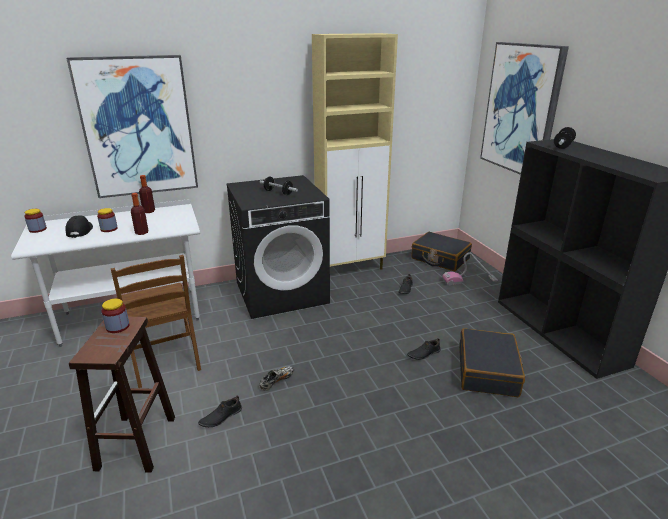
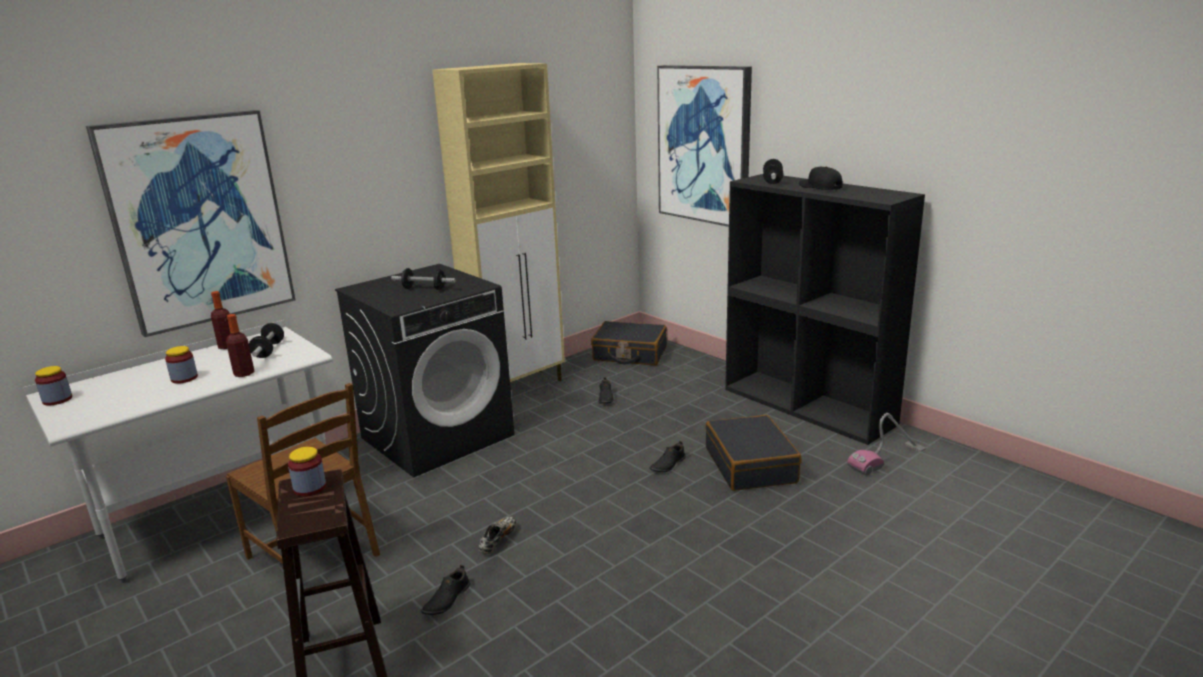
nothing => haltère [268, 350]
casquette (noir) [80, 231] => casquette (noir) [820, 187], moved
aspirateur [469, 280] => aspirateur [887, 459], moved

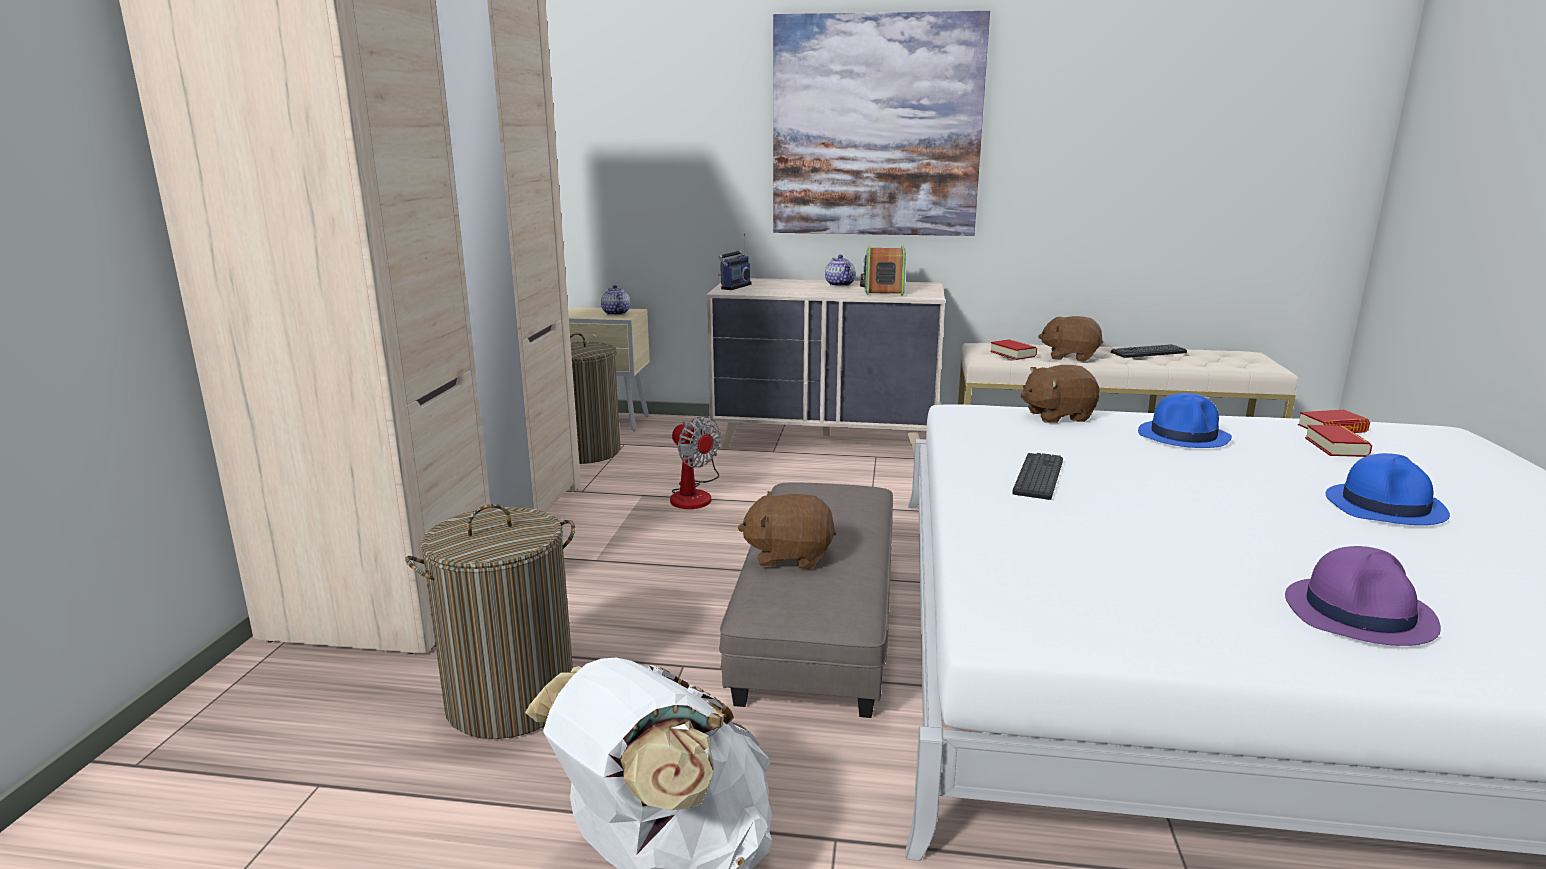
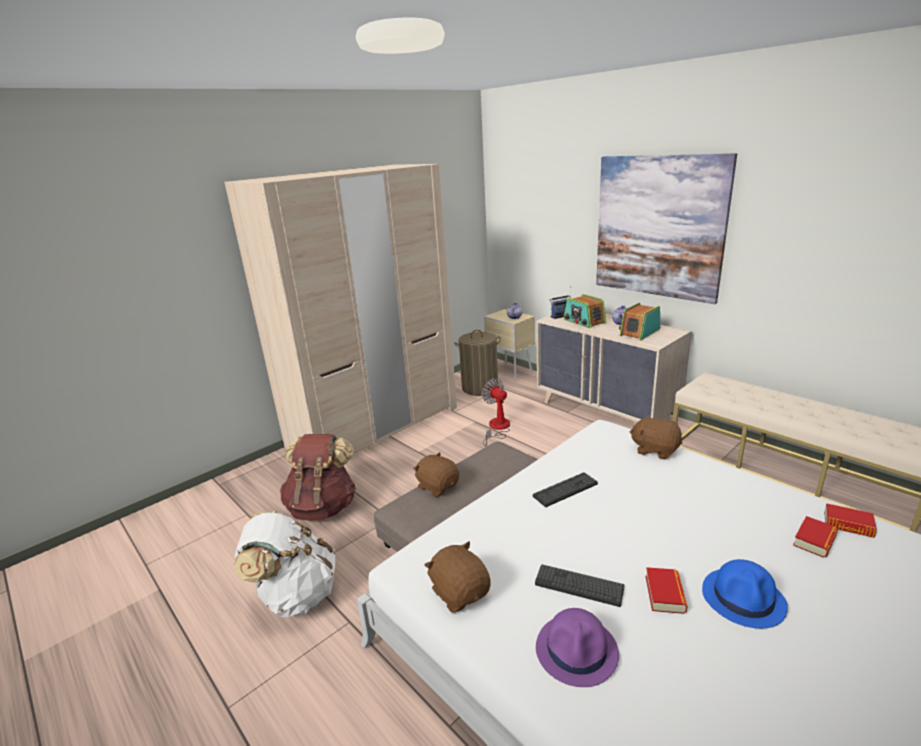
panier à linge [511, 700] => sac à dos (marron) [323, 507]
peluche (marron) [1070, 356] => peluche (marron) [460, 592], moved
ventilateur [694, 494] => ventilateur [497, 428], 150 degrees clockwise
clavier [1148, 352] => clavier [579, 585], moved
nothing => radio [584, 322]
livre [1013, 354] => livre [665, 594], moved
chapeau (bleu) [1184, 436] => nothing

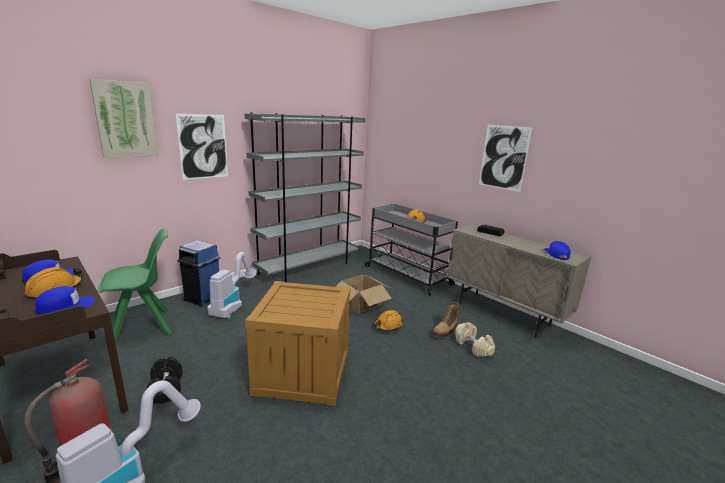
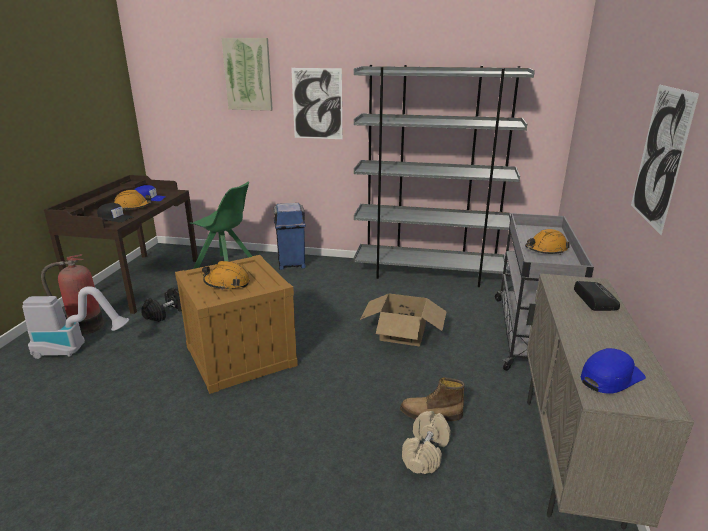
casquette (bleu) [66, 306] => casquette (noir) [115, 218]
casque de chantier (orange) [388, 325] => casque de chantier (orange) [227, 283], moved
aspirateur [232, 305] => nothing

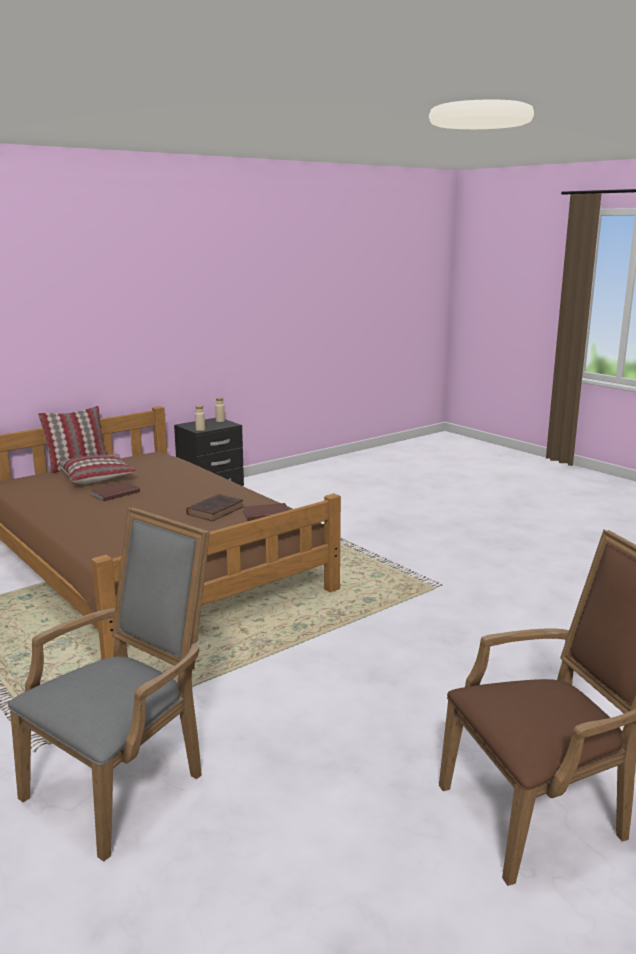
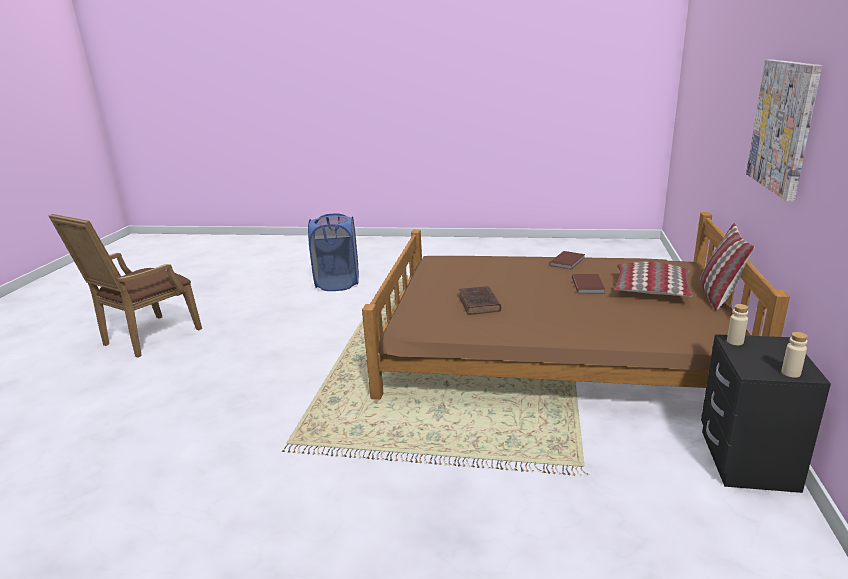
fauteuil (gris) [125, 783] => panier à linge (bleu) [337, 283]
livre (marron) [265, 514] => livre (marron) [568, 261], moved
nothing => tableau [783, 126]

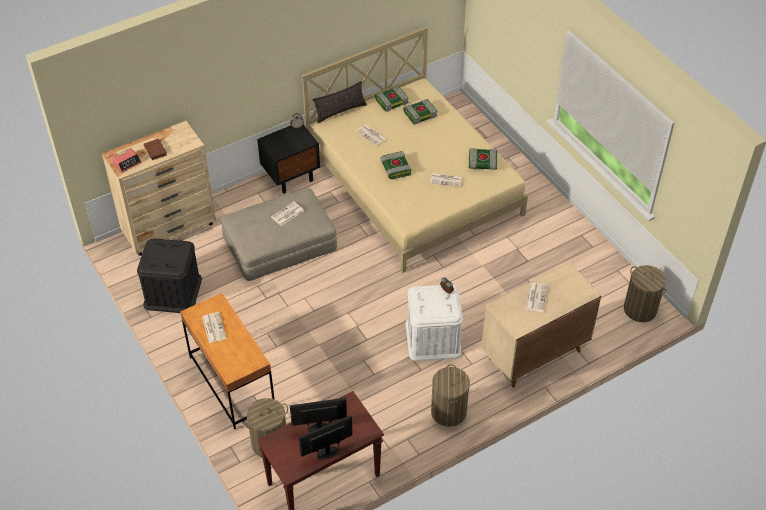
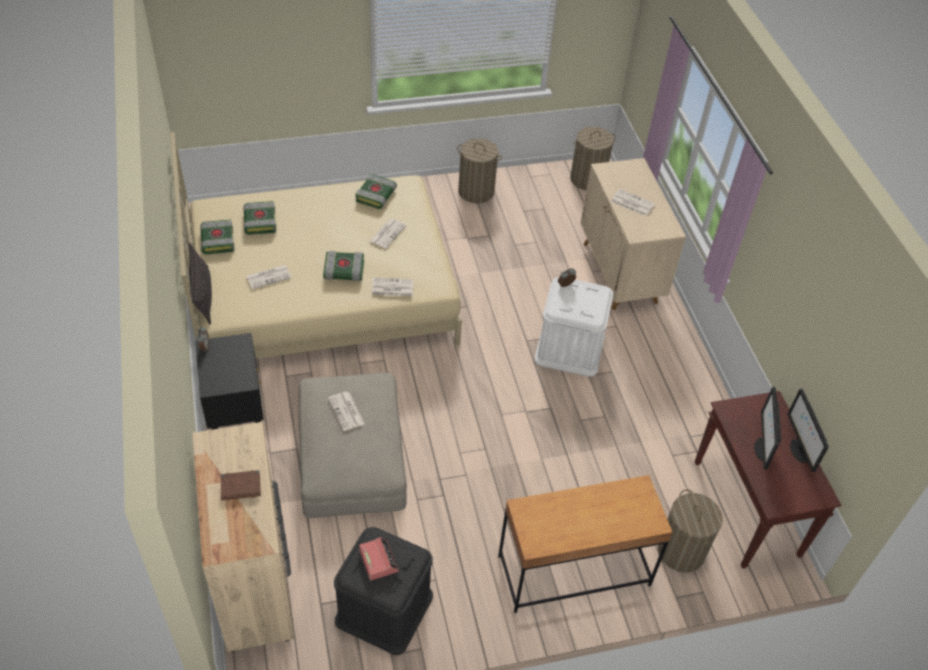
réveil [127, 162] => réveil [378, 560], moved
journal [213, 327] => journal [392, 287], moved
panier à linge [448, 412] => panier à linge [476, 191], moved

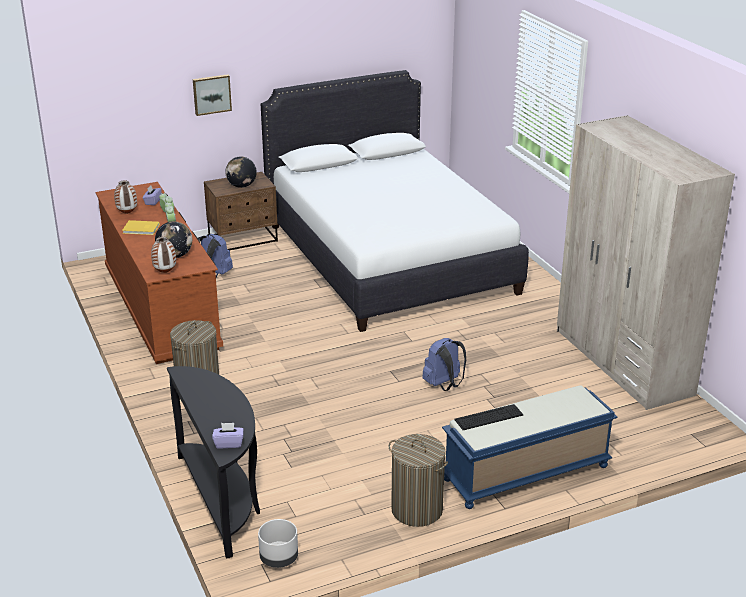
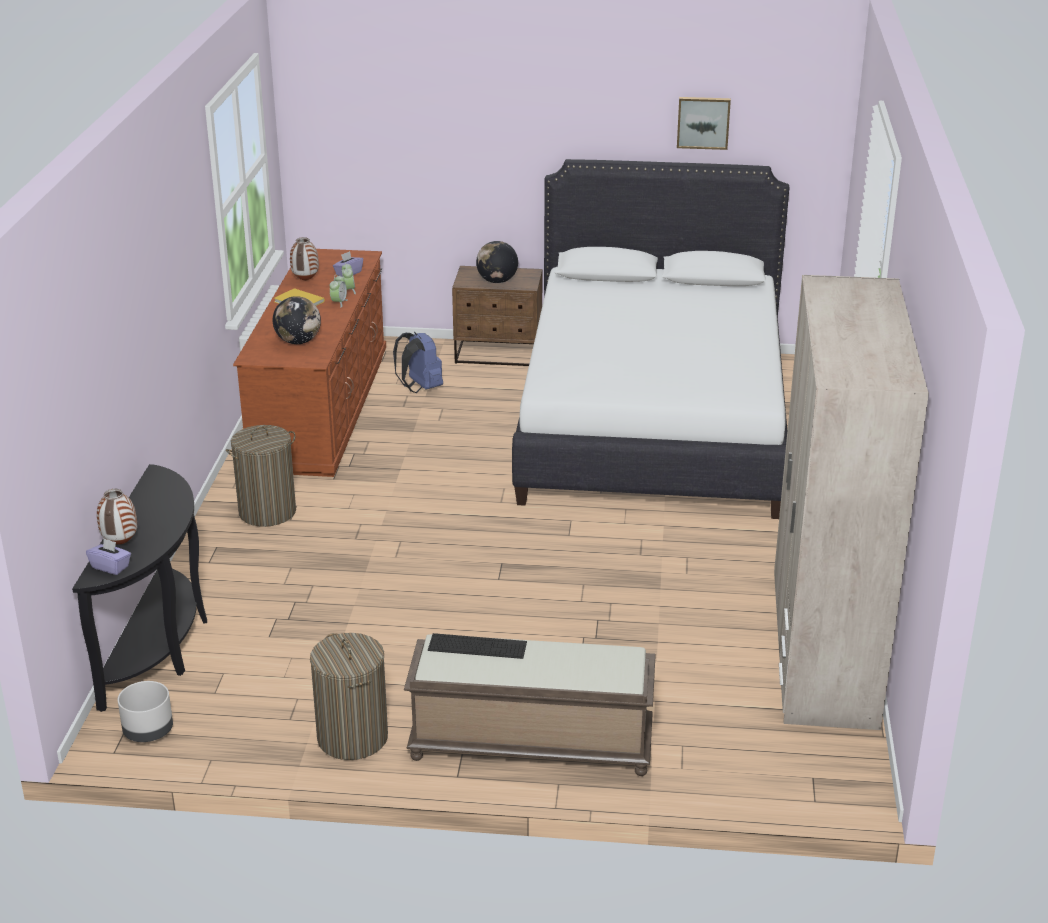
vase [165, 272] => vase [120, 543], moved
banc (bleu) [525, 473] => banc (marron) [529, 745]
tableau [211, 94] => tableau [703, 122], moved
sac à dos (bleu) [444, 385] => nothing

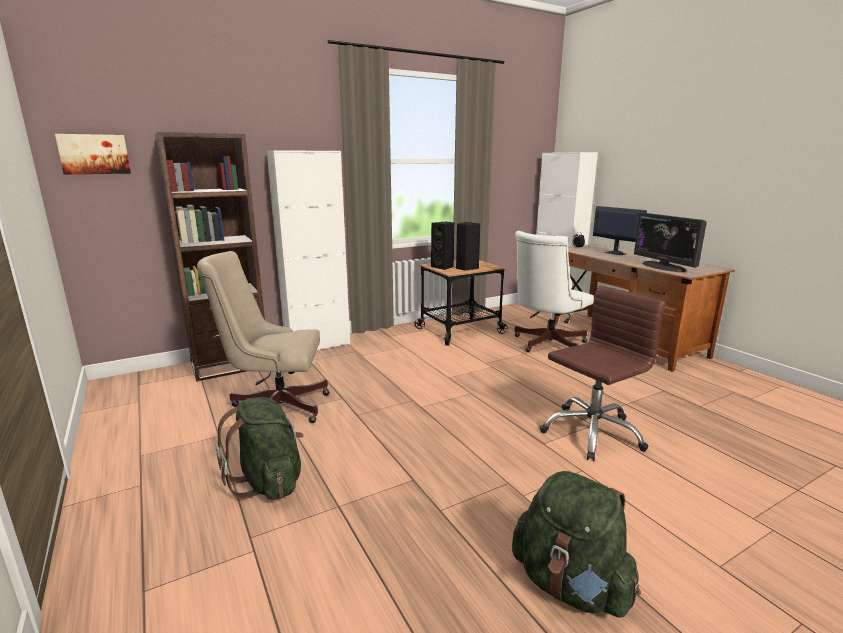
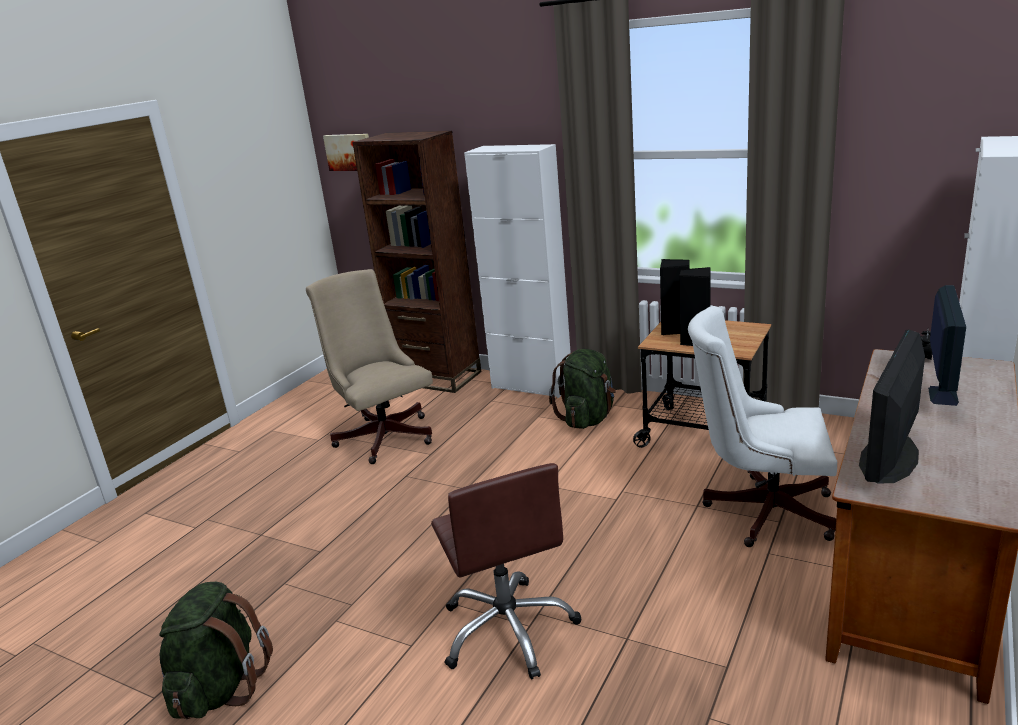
chaise de bureau (marron) [591, 432] => chaise de bureau (marron) [508, 629], 45 degrees clockwise
sac à dos (vert) [269, 482] => sac à dos (vert) [587, 419], moved

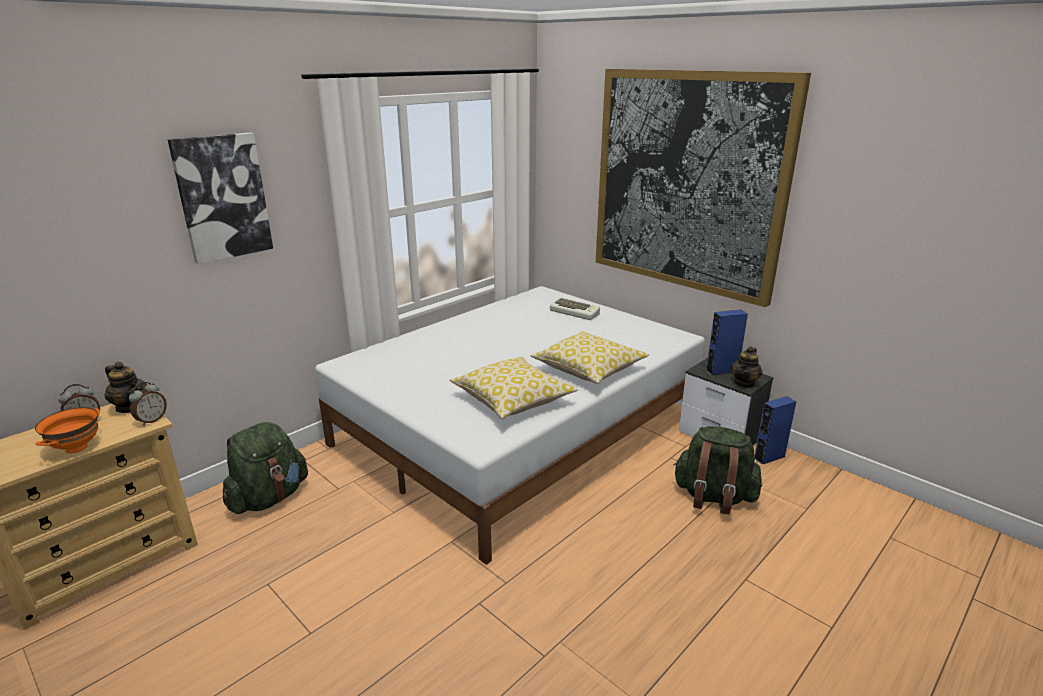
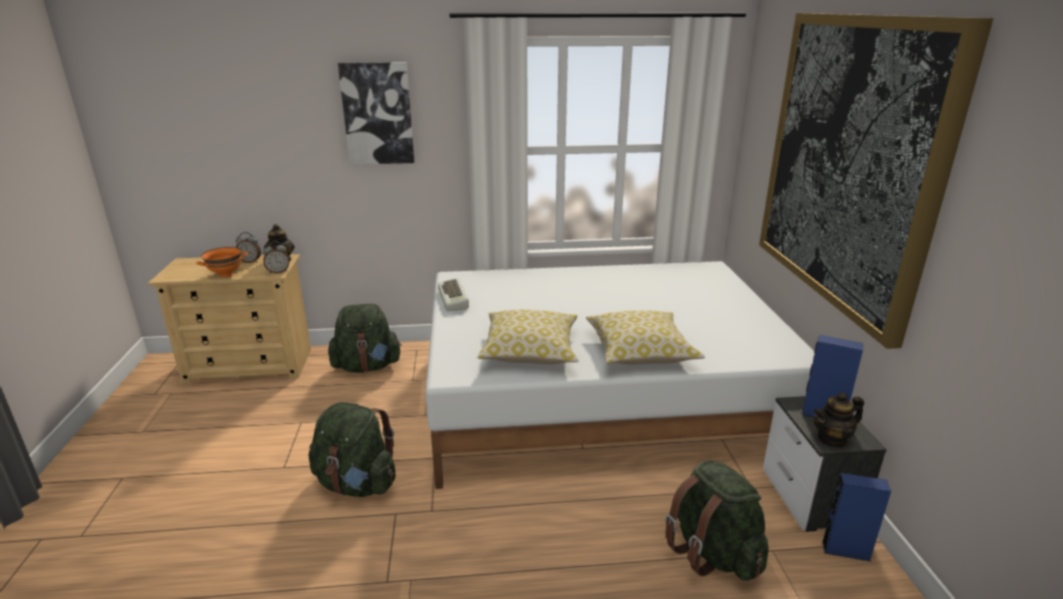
nothing => sac à dos (vert) [357, 484]
clavier [575, 312] => clavier [454, 299], moved

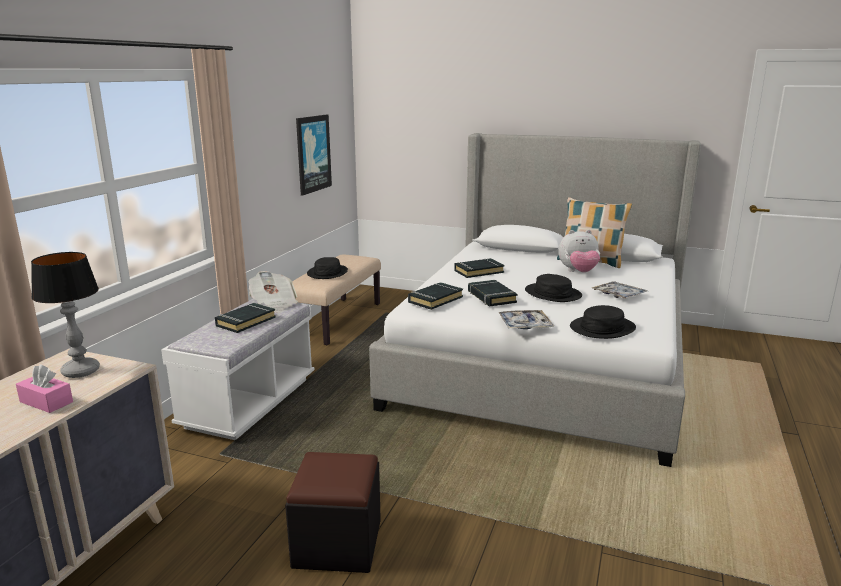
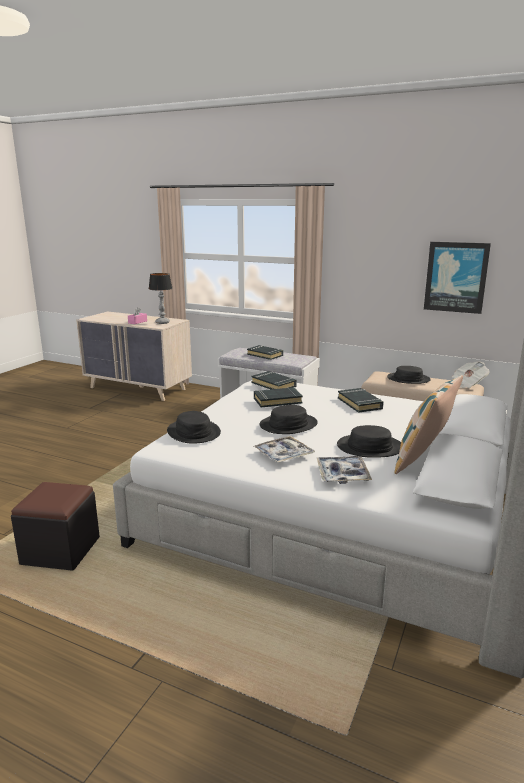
pouf (noir) [337, 543] => pouf (noir) [61, 550], moved
plateau [525, 325] => plateau [342, 474], moved
peluche [578, 272] => chapeau (noir) [370, 447]
journal [274, 304] => journal [466, 384], moved

